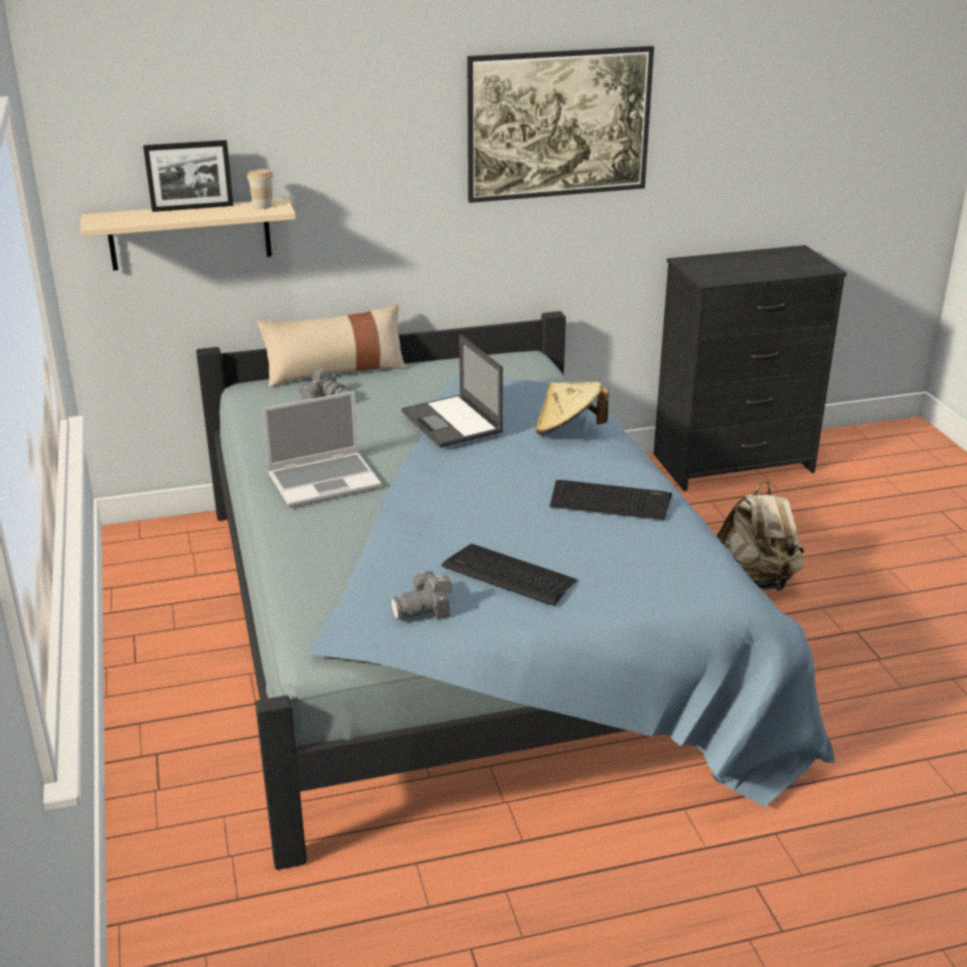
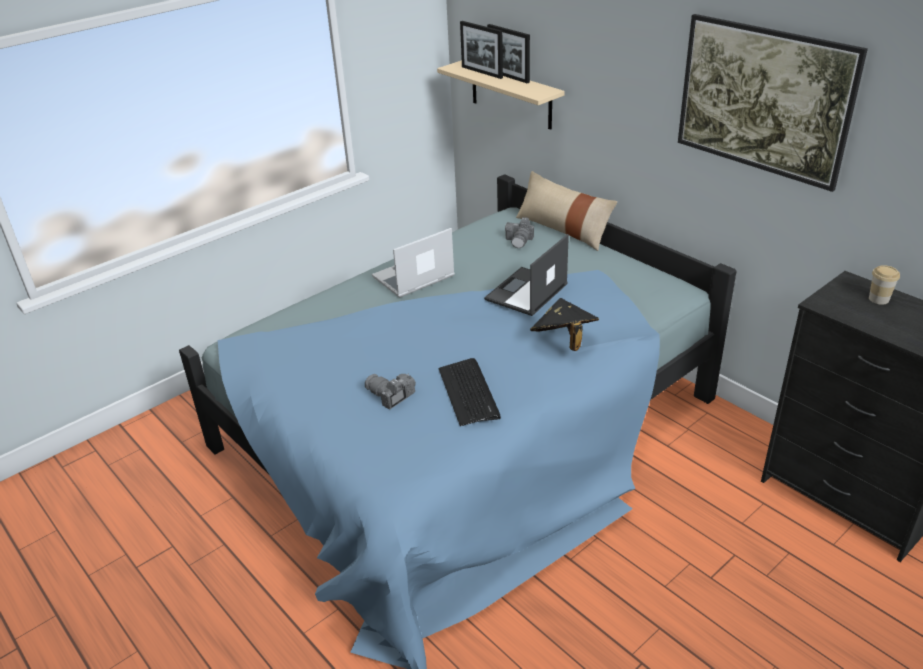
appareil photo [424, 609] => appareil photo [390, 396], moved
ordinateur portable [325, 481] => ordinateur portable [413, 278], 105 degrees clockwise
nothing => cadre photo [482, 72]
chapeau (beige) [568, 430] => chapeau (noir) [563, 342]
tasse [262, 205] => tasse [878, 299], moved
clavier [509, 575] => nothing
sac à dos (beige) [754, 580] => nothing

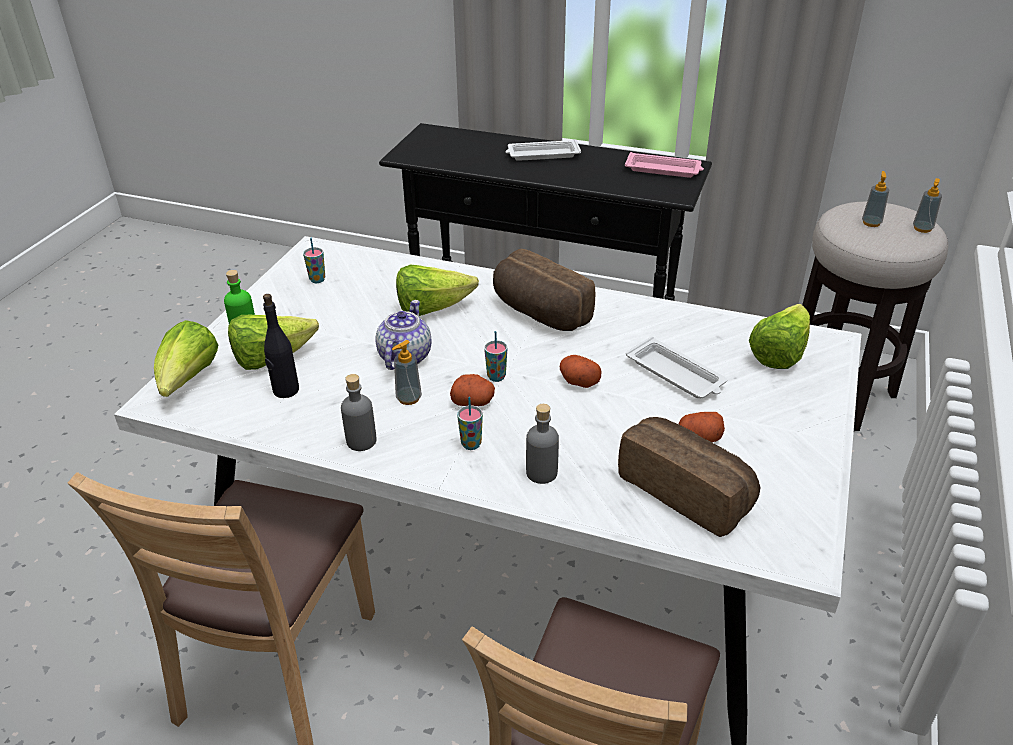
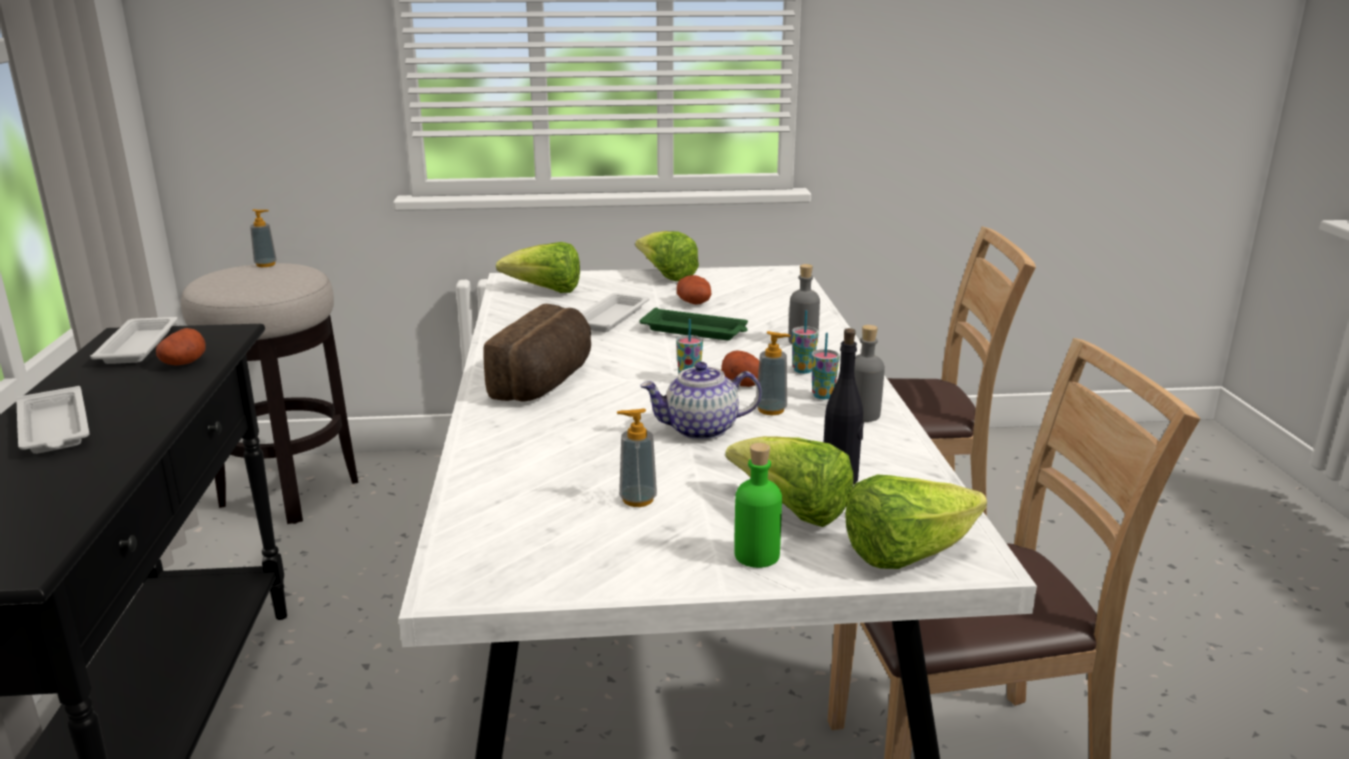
plateau (rose) [664, 170] => plateau (blanc) [139, 346]
pomme de terre [578, 381] => pomme de terre [184, 363], moved
distributeur de savon [871, 223] => distributeur de savon [637, 499], moved
laitue [432, 308] => laitue [666, 276], moved
nothing => plateau (vert) [696, 331]
tasse [317, 280] => tasse [823, 395], moved
pain [687, 491] => nothing

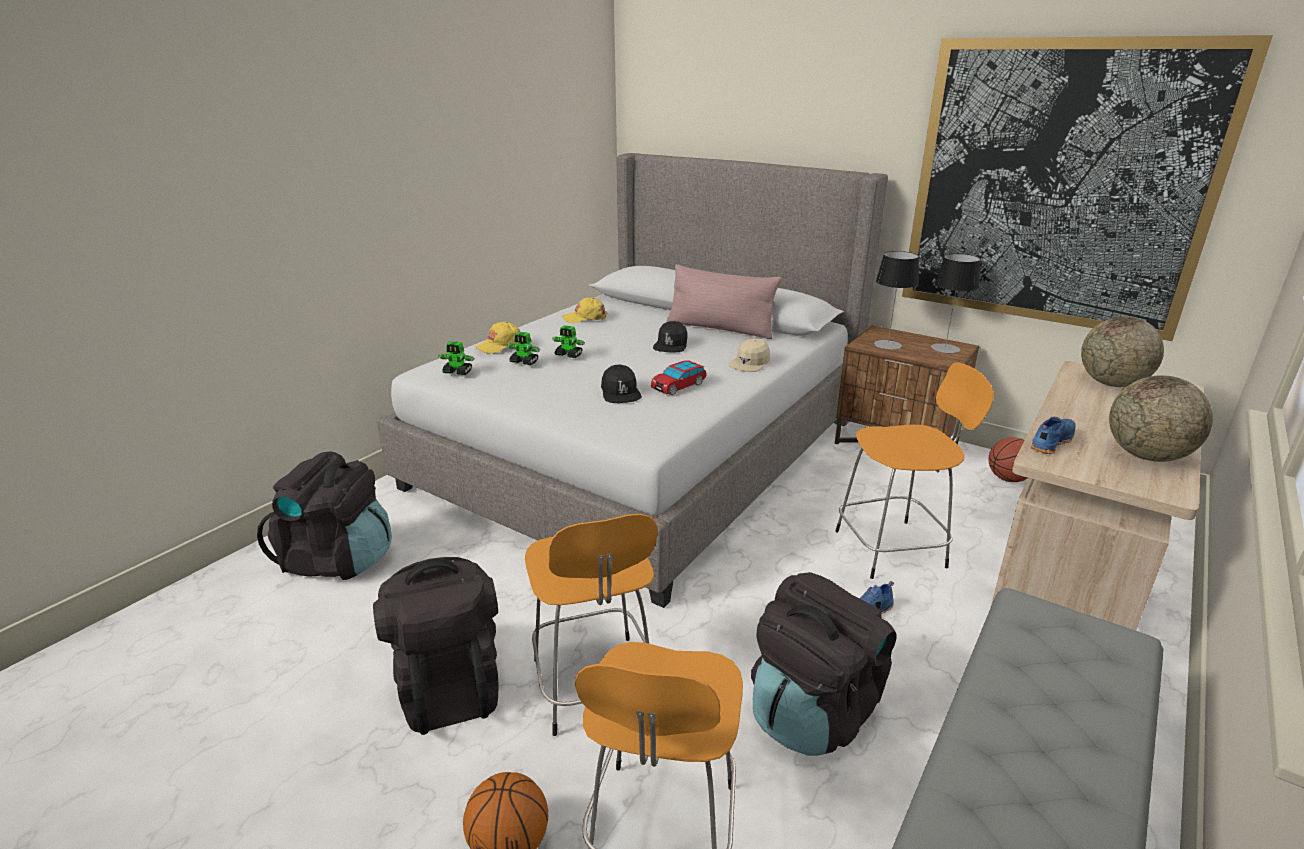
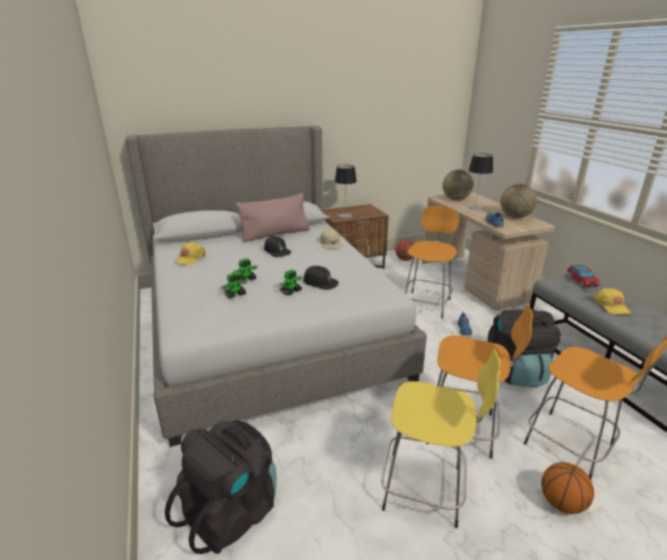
robot jouet [458, 372] => robot jouet [291, 291], moved
sac à dos (noir) [449, 685] => tabouret (jaune) [426, 489]
lampe de table [945, 348] => lampe de table [475, 208], moved
petite voiture [678, 386] => petite voiture [581, 281], moved
casquette (jaune) [499, 345] => casquette (jaune) [611, 306], moved
tableau [1057, 186] => nothing

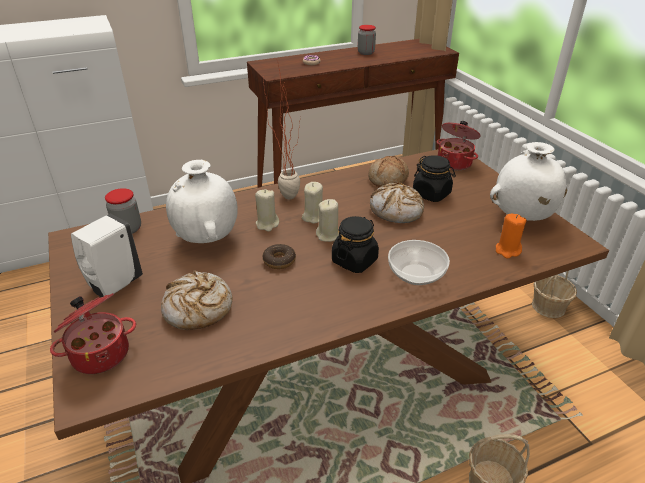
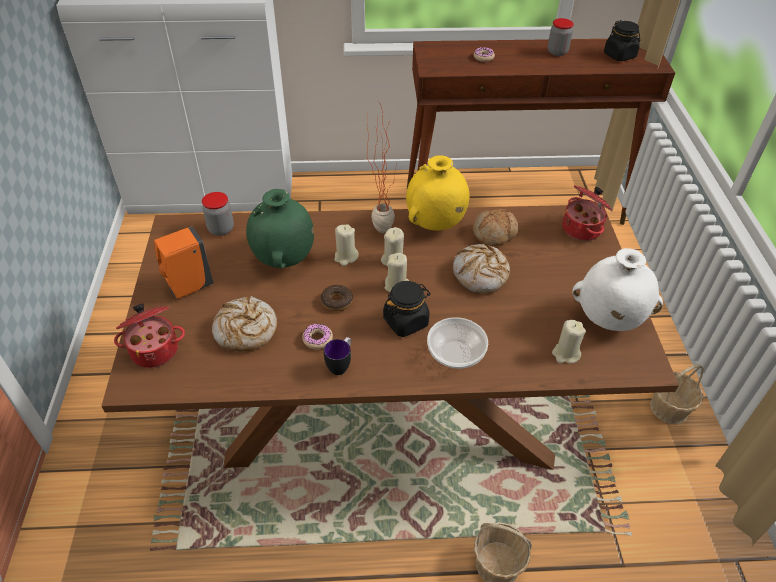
distributeur de savon (blanc) [114, 285] => distributeur de savon (orange) [188, 287]
vase (blanc) [207, 239] => vase (vert) [284, 260]
nothing => beignet [317, 339]
nothing => mug [341, 365]
nothing => vase (jaune) [435, 224]
bougie (orange) [507, 250] => bougie (beige) [565, 354]
bocal (noir) [431, 194] => bocal (noir) [619, 55], moved

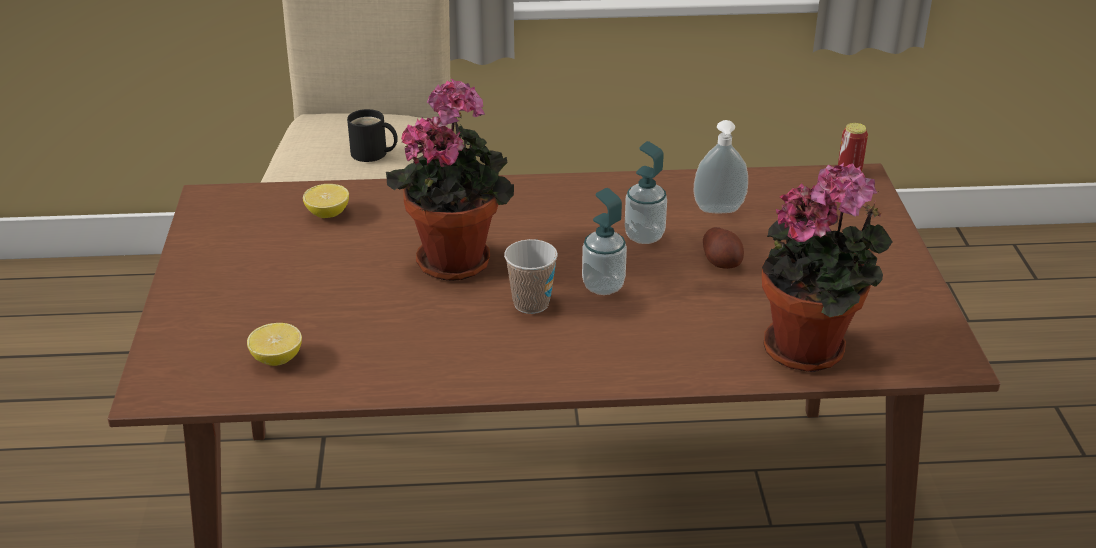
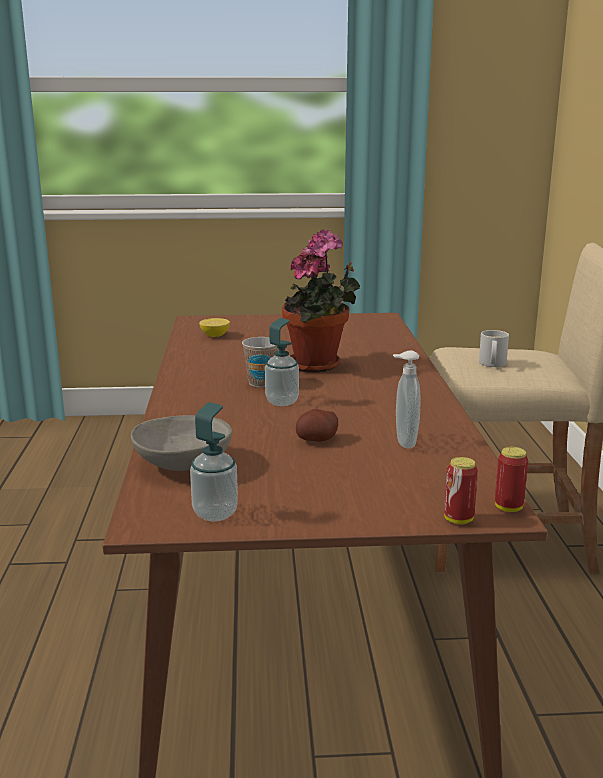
plante en pot [812, 349] => bol (gris) [182, 465]
distributeur de savon [644, 236] => distributeur de savon [215, 513], moved
nothing => boîte métallique [458, 519]
mug (noir) [372, 154] => mug (blanc) [491, 363]
citron [328, 214] => nothing

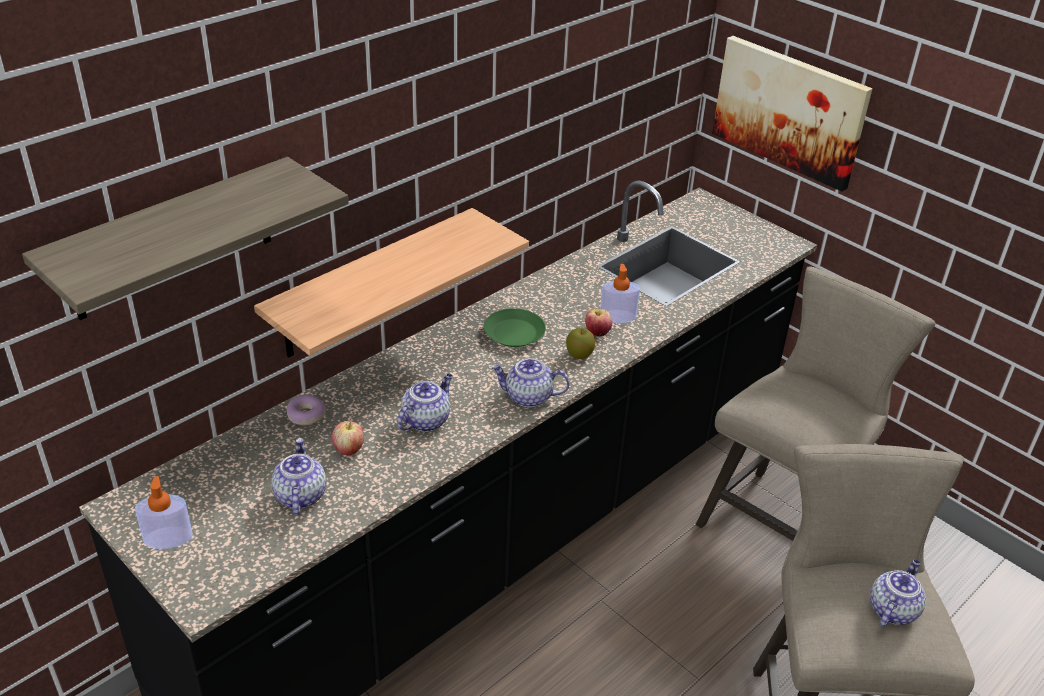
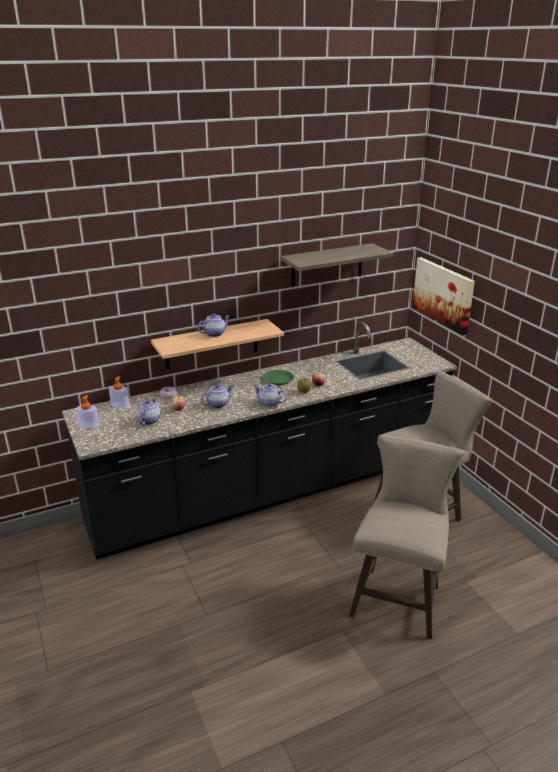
distributeur de savon [617, 317] => distributeur de savon [120, 405], moved
théière [892, 609] => théière [214, 333], moved
étagère [172, 240] => étagère [327, 265], moved

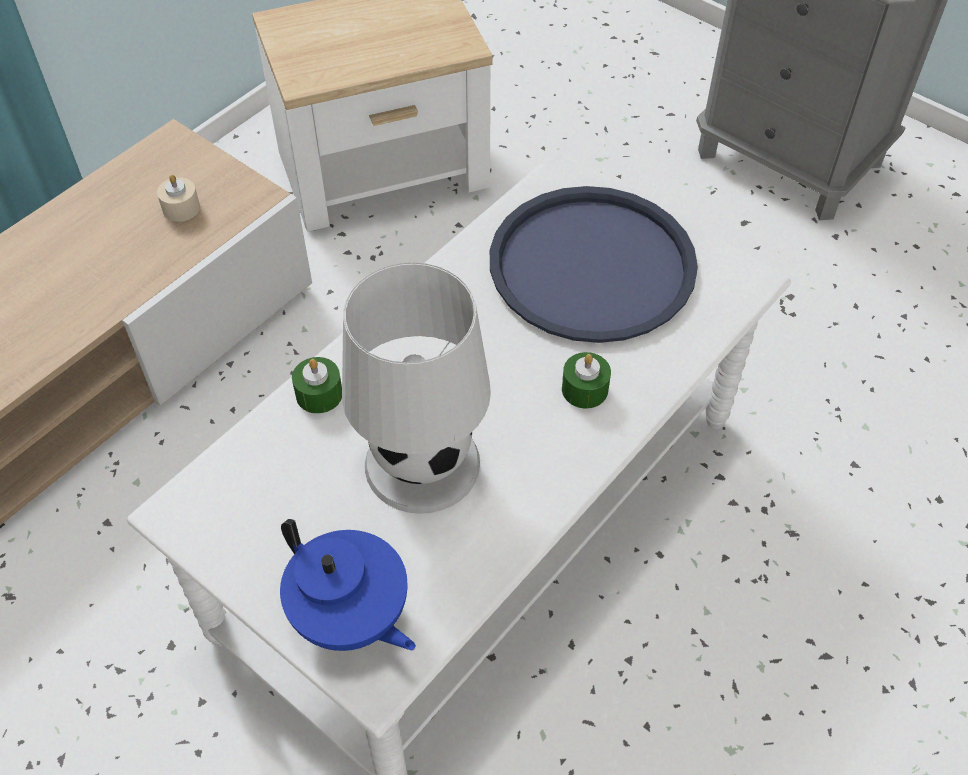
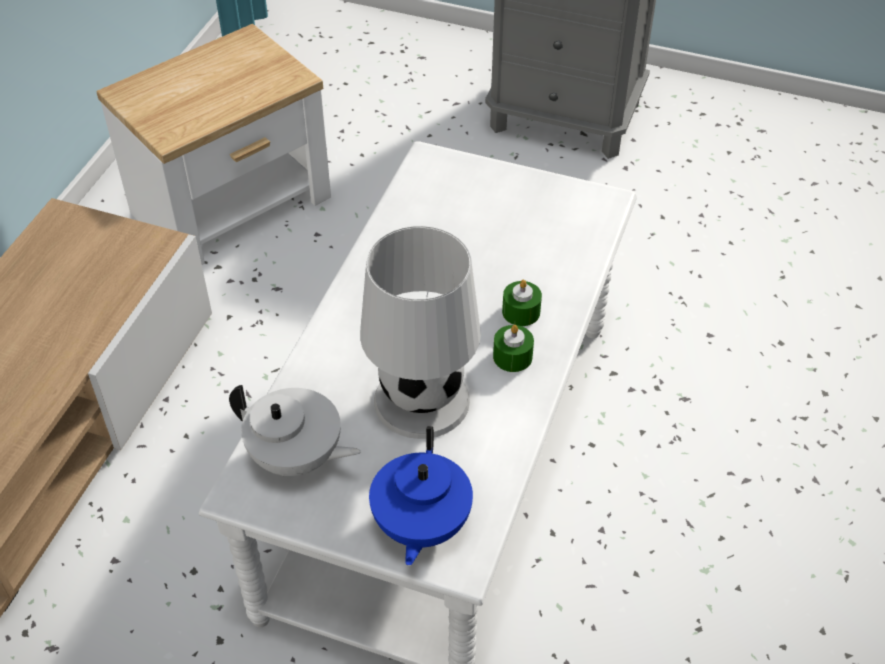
nothing => théière (blanc) [296, 458]
théière (bleu) [350, 617] => théière (bleu) [420, 525], 75 degrees clockwise
bougie (vert) [319, 394] => bougie (vert) [512, 356], moved
bougie (beige) [181, 208] => nothing
plateau (bleu) [592, 265] => nothing

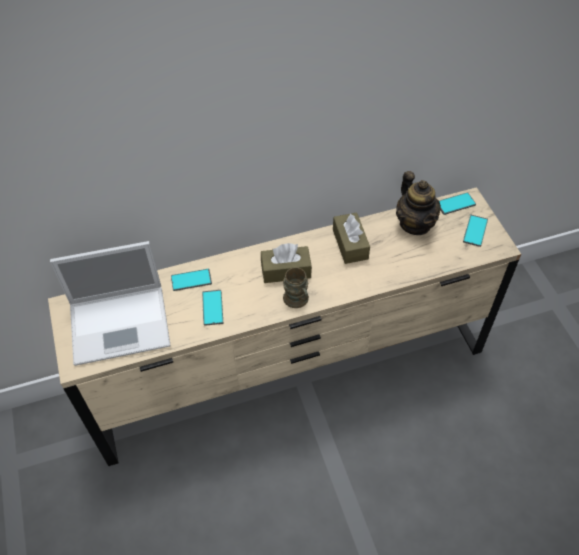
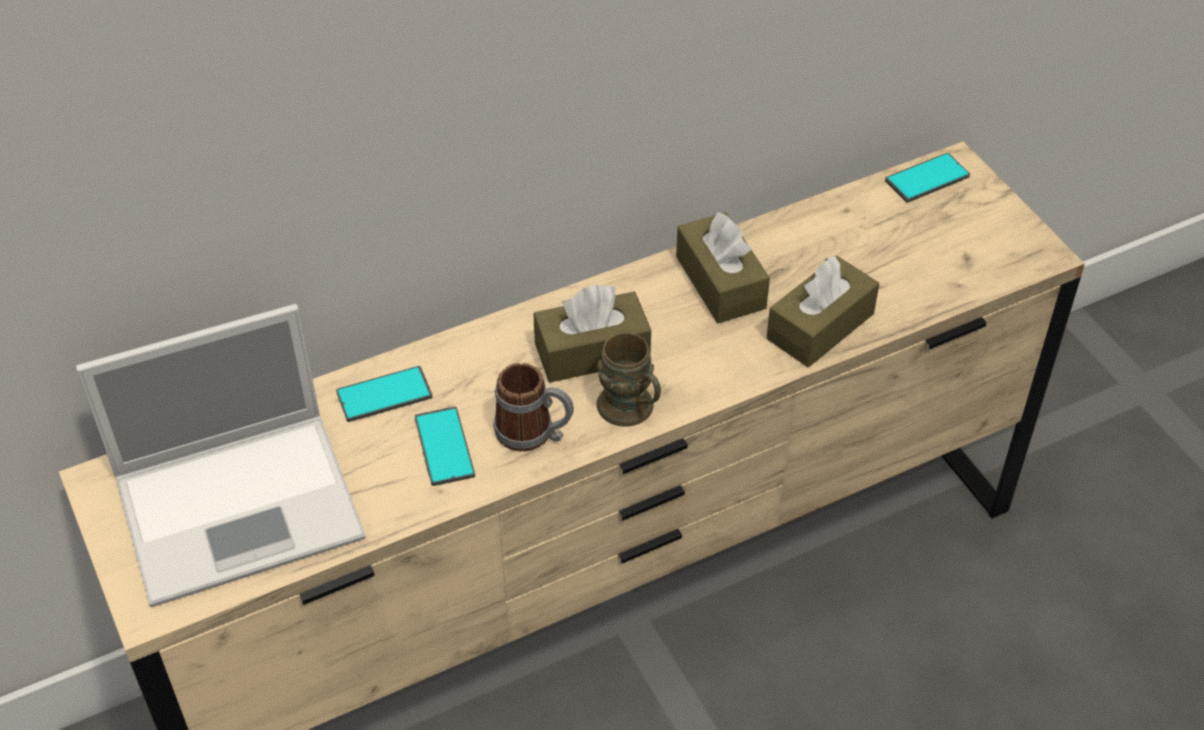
nothing => mug [534, 434]
nothing => boîte à mouchoirs (marron) [820, 326]
théière [415, 224] => nothing
téléphone [475, 231] => nothing

